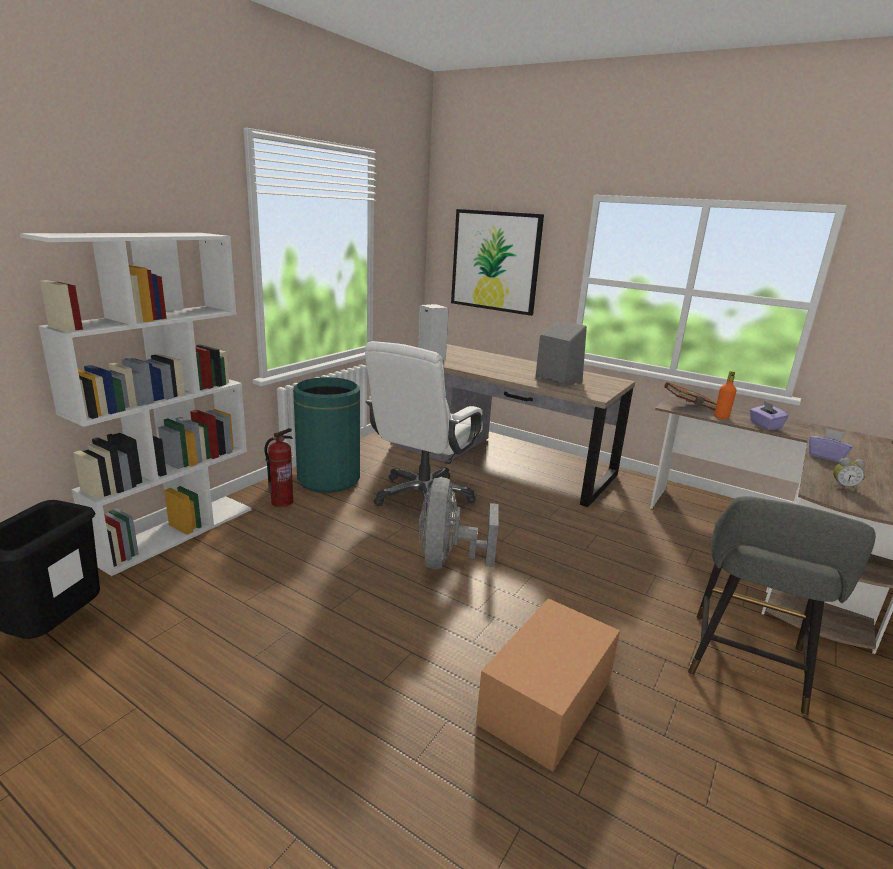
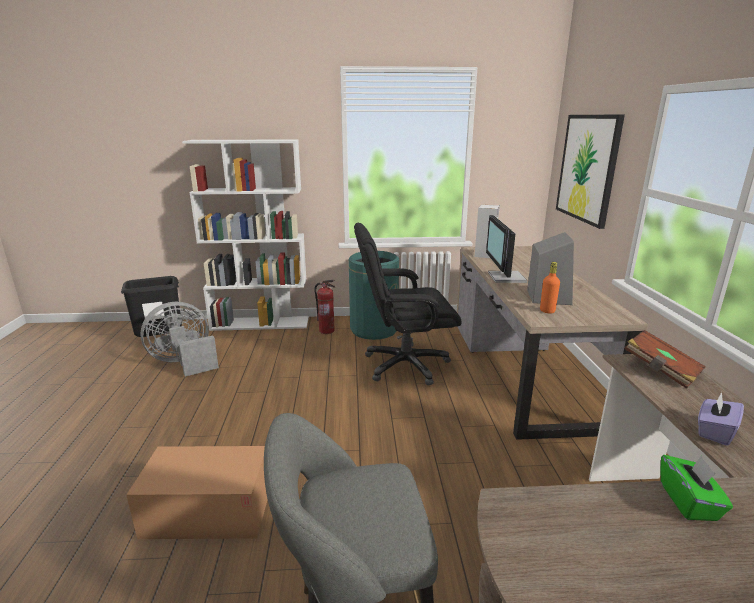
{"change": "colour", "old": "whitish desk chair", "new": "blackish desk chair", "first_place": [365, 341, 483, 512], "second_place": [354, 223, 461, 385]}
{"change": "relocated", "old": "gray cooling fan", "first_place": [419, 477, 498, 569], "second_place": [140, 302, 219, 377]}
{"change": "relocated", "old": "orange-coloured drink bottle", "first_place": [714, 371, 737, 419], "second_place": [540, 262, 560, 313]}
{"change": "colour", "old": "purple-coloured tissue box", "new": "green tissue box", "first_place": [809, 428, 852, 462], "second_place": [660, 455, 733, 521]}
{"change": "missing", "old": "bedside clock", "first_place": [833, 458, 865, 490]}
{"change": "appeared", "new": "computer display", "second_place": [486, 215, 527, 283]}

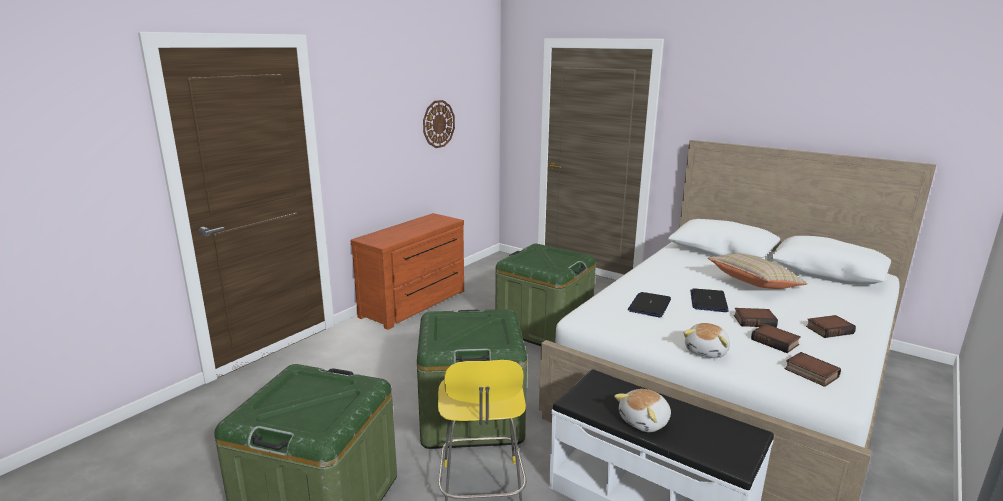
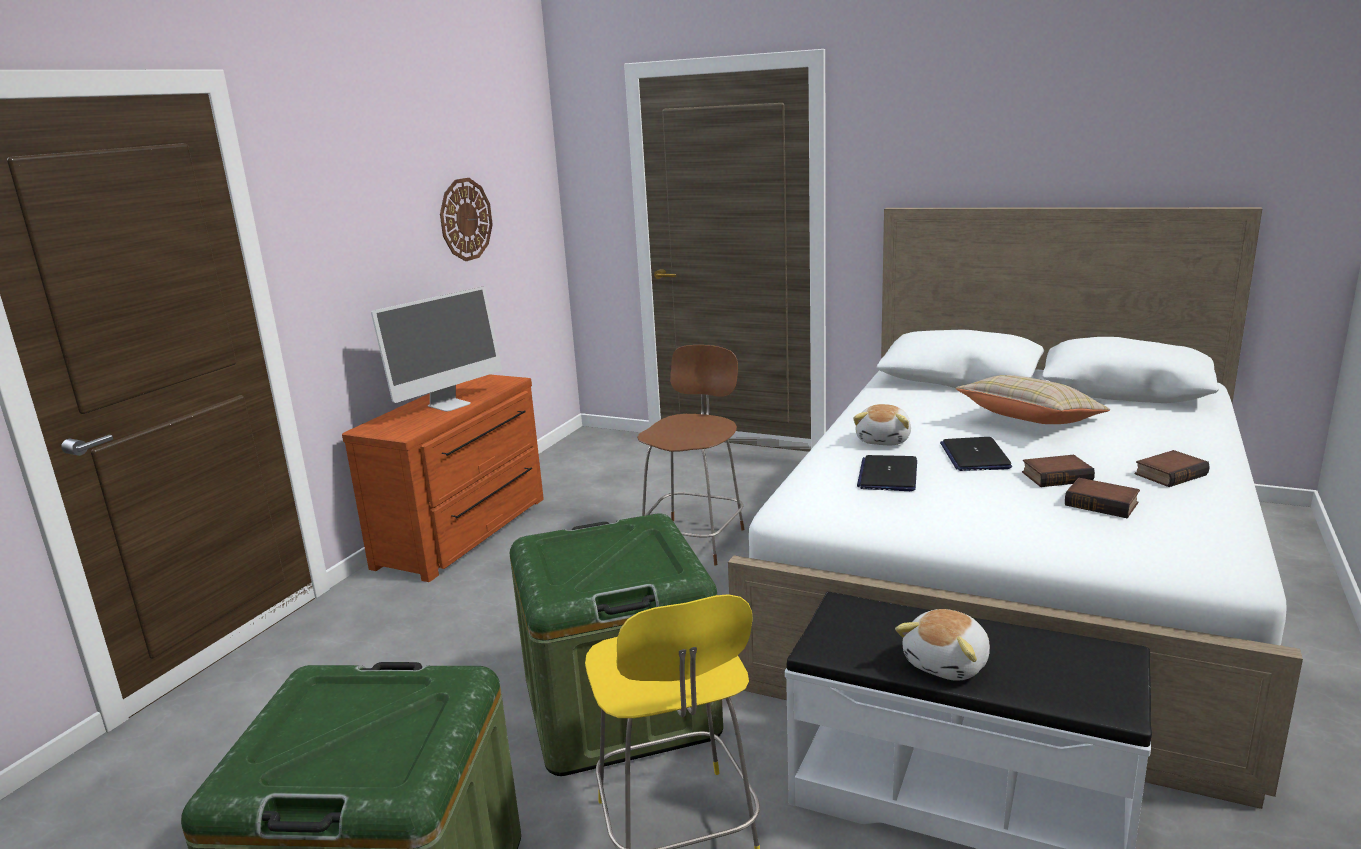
{"change": "exchanged", "old": "green storage bin", "new": "brown-coloured chair", "first_place": [495, 244, 596, 346], "second_place": [637, 345, 744, 566]}
{"change": "relocated", "old": "cuddly toy", "first_place": [683, 323, 730, 358], "second_place": [853, 404, 911, 445]}
{"change": "missing", "old": "bound book", "first_place": [785, 352, 841, 387]}
{"change": "appeared", "new": "computer display", "second_place": [371, 286, 502, 412]}

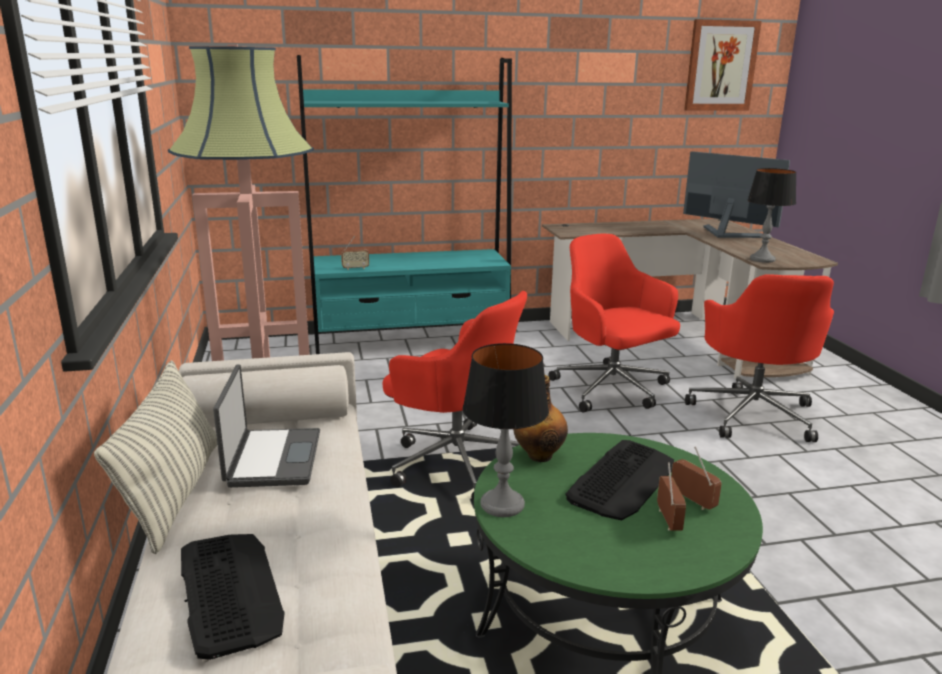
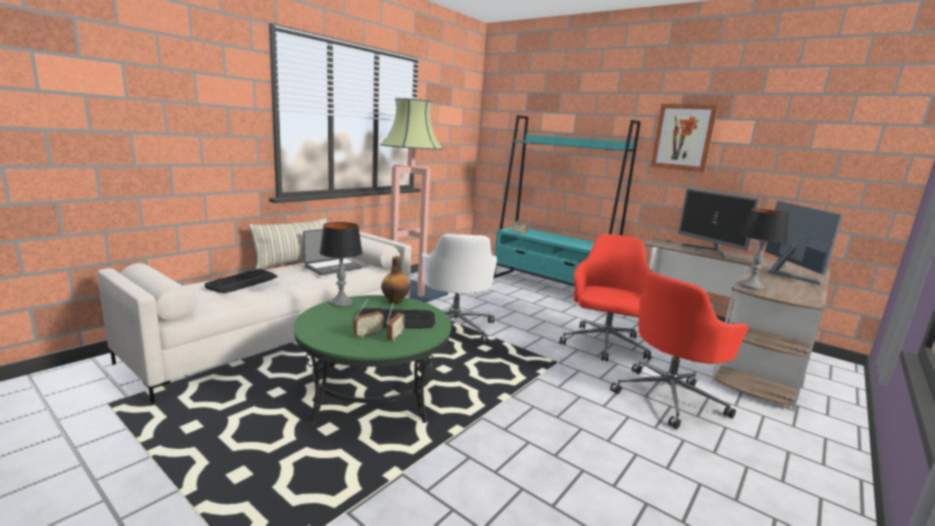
{"change": "colour", "old": "reddish desk chair", "new": "whitish desk chair", "first_place": [383, 291, 527, 501], "second_place": [422, 234, 497, 344]}
{"change": "relocated", "old": "wall picture", "first_place": [684, 19, 761, 111], "second_place": [651, 104, 718, 172]}
{"change": "appeared", "new": "computer display", "second_place": [678, 189, 759, 258]}

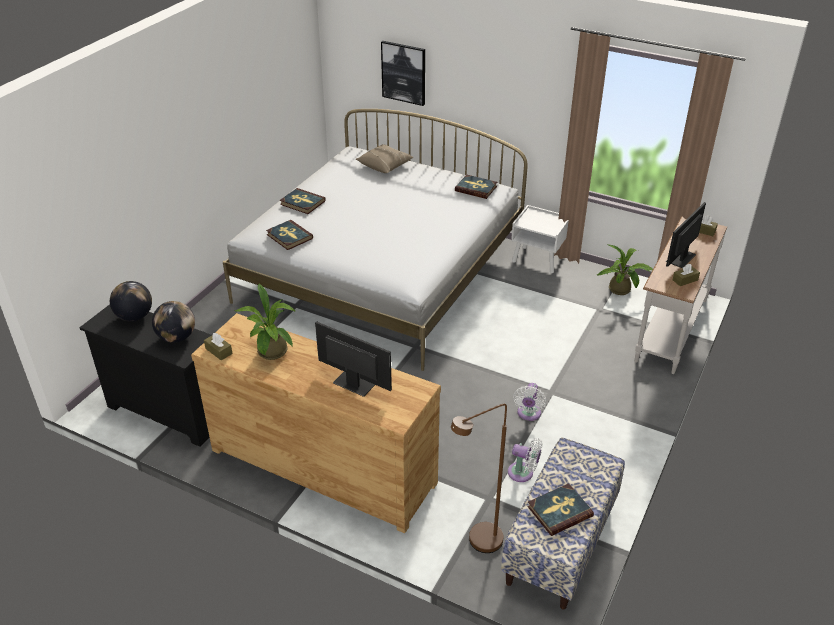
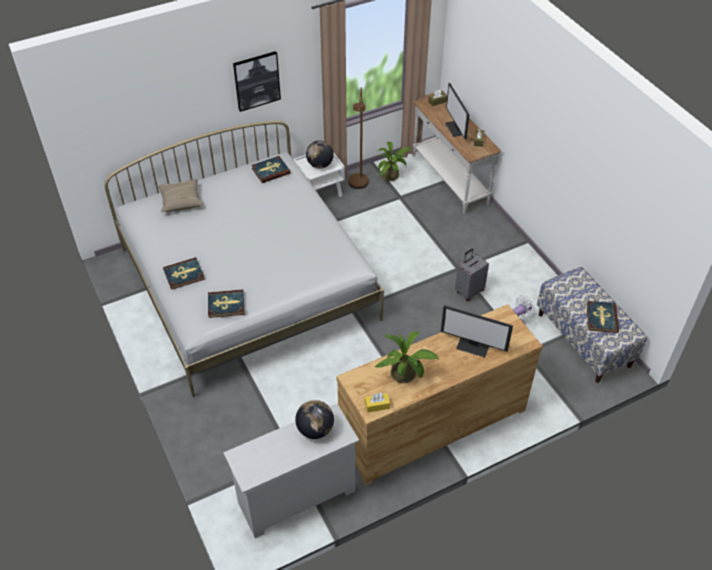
{"change": "colour", "old": "blackish drawer chest", "new": "whitish drawer chest", "first_place": [79, 304, 212, 447], "second_place": [223, 404, 359, 538]}
{"change": "relocated", "old": "desk globe", "first_place": [110, 281, 152, 321], "second_place": [306, 140, 334, 168]}
{"change": "colour", "old": "brown-coloured tissue box", "new": "yellowish tissue box", "first_place": [204, 333, 233, 360], "second_place": [365, 393, 390, 412]}
{"change": "spun", "old": "computer display", "first_place": [315, 321, 392, 397], "second_place": [441, 305, 513, 358], "degrees": -135}
{"change": "relocated", "old": "wall picture", "first_place": [381, 41, 425, 106], "second_place": [233, 51, 281, 112]}
{"change": "relocated", "old": "brown-coloured standing lamp", "first_place": [451, 404, 507, 553], "second_place": [348, 87, 368, 189]}
{"change": "exchanged", "old": "whitish cooling fan", "new": "gray travel case", "first_place": [513, 383, 546, 421], "second_place": [455, 249, 489, 301]}

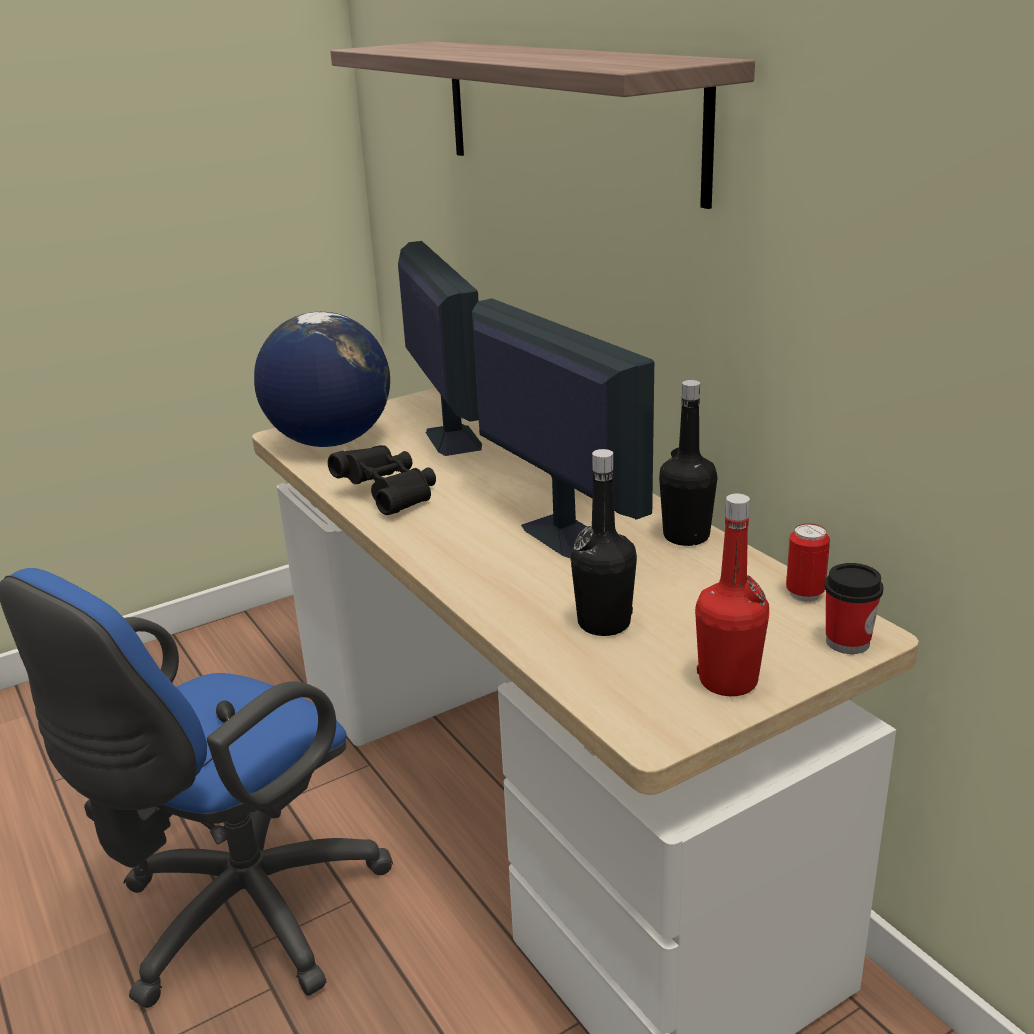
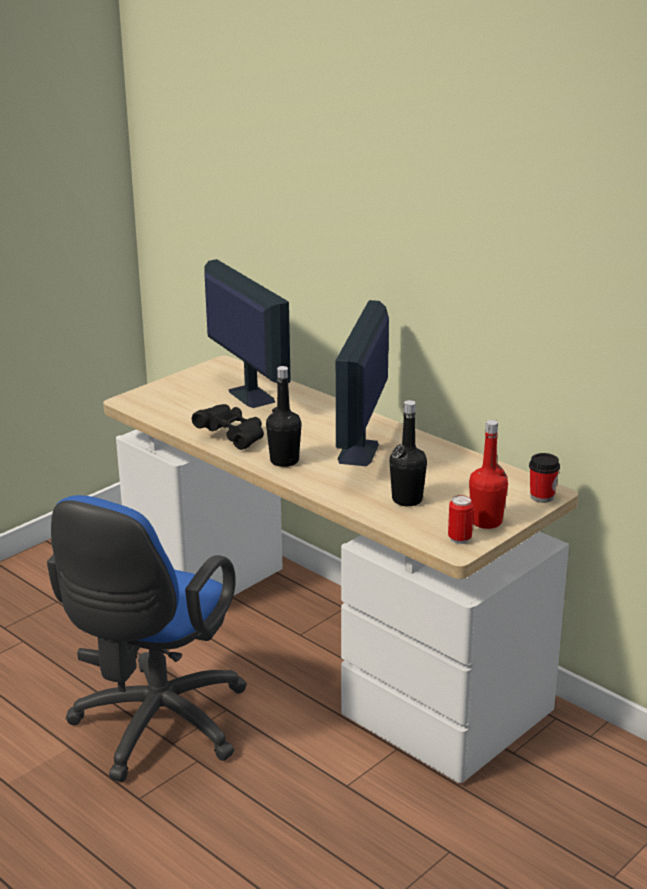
{"change": "missing", "old": "desk globe", "first_place": [254, 312, 390, 447]}
{"change": "missing", "old": "bracket shelf", "first_place": [330, 42, 755, 209]}
{"change": "spun", "old": "computer display", "first_place": [472, 298, 654, 558], "second_place": [336, 300, 389, 466], "degrees": -120}
{"change": "relocated", "old": "blackish drink bottle", "first_place": [659, 380, 717, 546], "second_place": [266, 366, 302, 467]}
{"change": "relocated", "old": "metal can", "first_place": [786, 523, 830, 602], "second_place": [448, 495, 474, 544]}

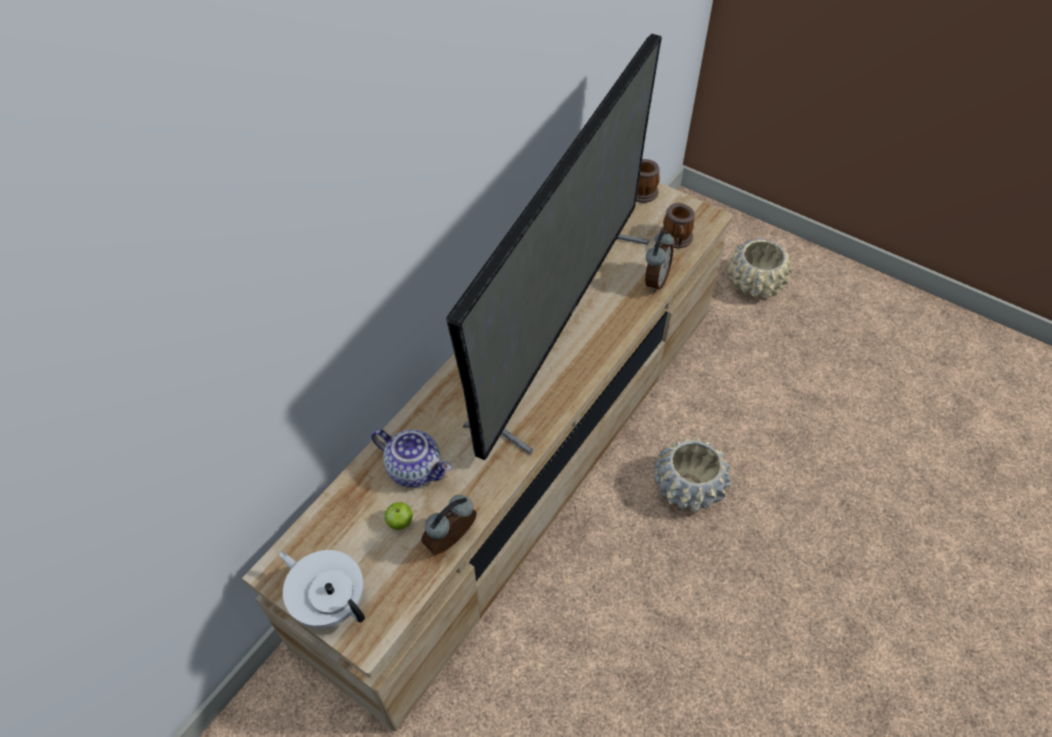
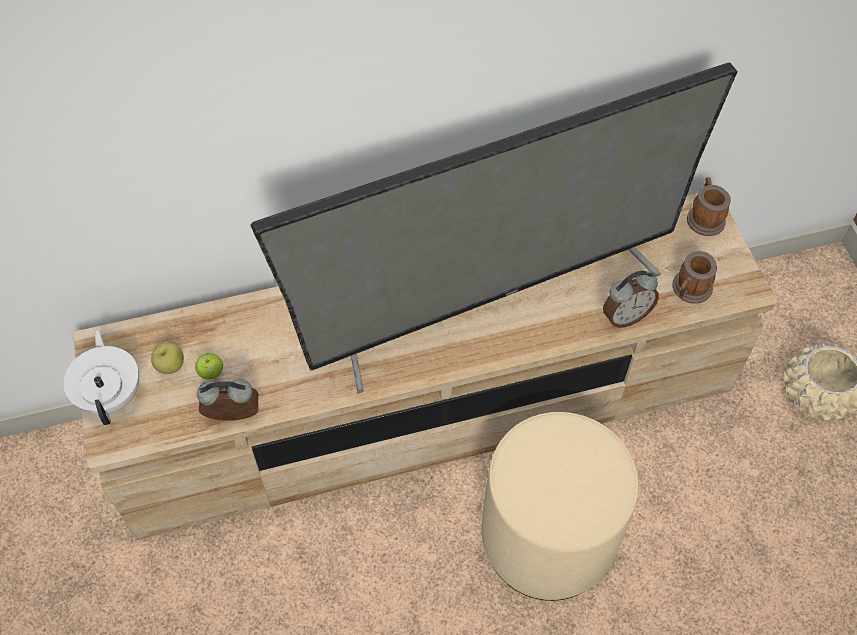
{"change": "missing", "old": "pot for tea", "first_place": [371, 429, 451, 487]}
{"change": "exchanged", "old": "beige-coloured plant pot", "new": "beige-coloured ottoman", "first_place": [655, 438, 731, 512], "second_place": [482, 412, 638, 601]}
{"change": "appeared", "new": "apple", "second_place": [151, 342, 184, 374]}

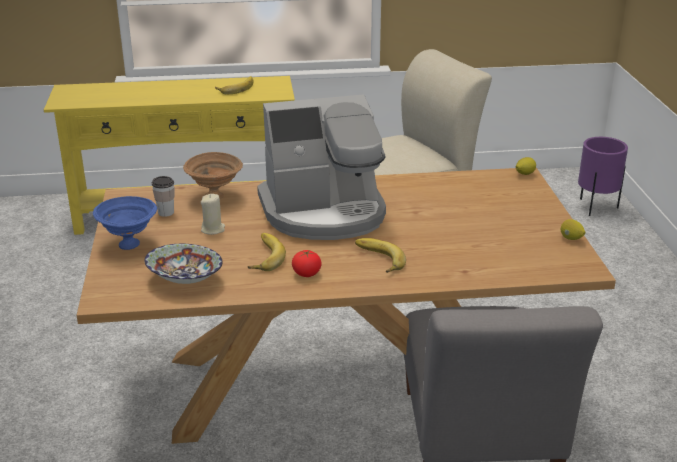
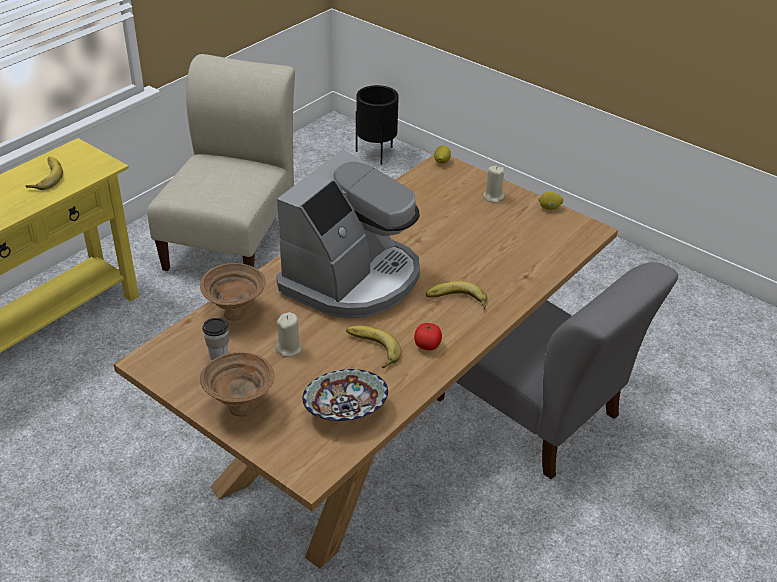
{"change": "colour", "old": "bluish serving bowl", "new": "brown-coloured serving bowl", "first_place": [93, 196, 157, 250], "second_place": [200, 352, 274, 417]}
{"change": "colour", "old": "purple-coloured plant pot", "new": "blackish plant pot", "first_place": [578, 137, 628, 216], "second_place": [356, 85, 399, 165]}
{"change": "appeared", "new": "beige-coloured wax candle", "second_place": [483, 165, 504, 203]}

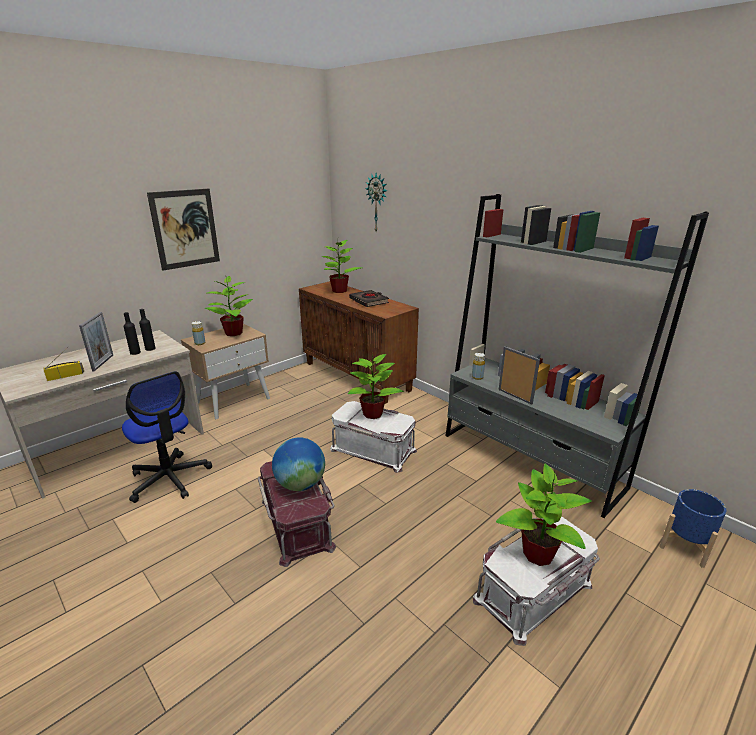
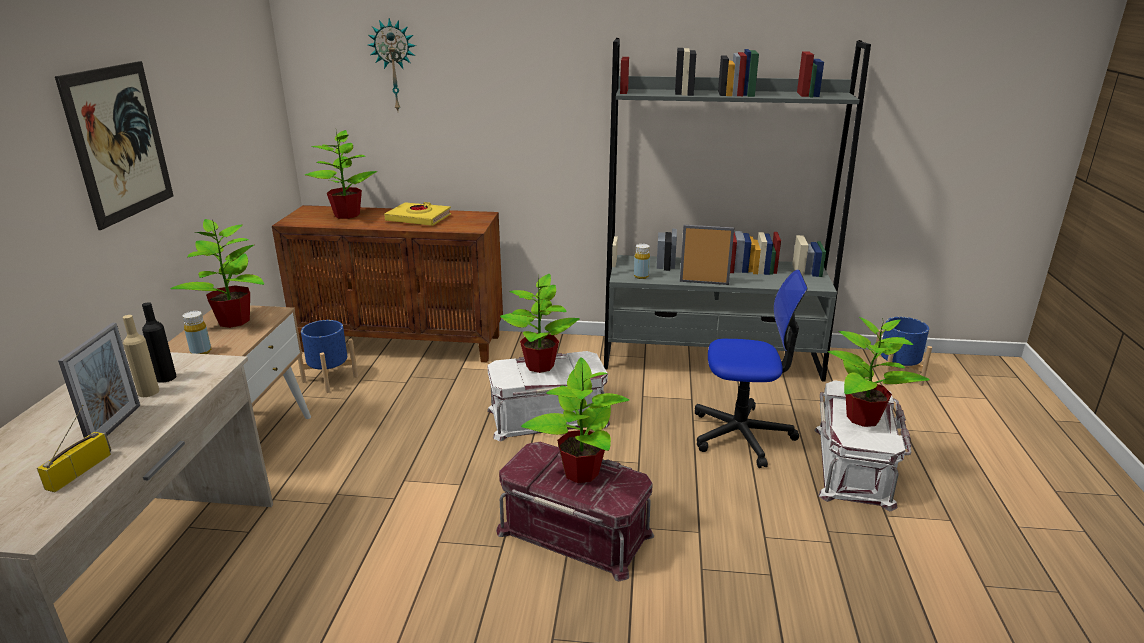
{"change": "spun", "old": "photo frame", "first_place": [79, 312, 113, 371], "second_place": [58, 323, 140, 438], "degrees": 45}
{"change": "relocated", "old": "desk chair", "first_place": [122, 371, 212, 503], "second_place": [695, 270, 808, 468]}
{"change": "colour", "old": "blackish drink bottle", "new": "beige-coloured drink bottle", "first_place": [123, 312, 141, 355], "second_place": [123, 315, 159, 397]}
{"change": "exchanged", "old": "desk globe", "new": "potted plant", "first_place": [272, 437, 325, 491], "second_place": [521, 357, 629, 483]}
{"change": "colour", "old": "blackish bound book", "new": "yellowish bound book", "first_place": [349, 290, 389, 307], "second_place": [384, 202, 451, 226]}
{"change": "appeared", "new": "bluish plant pot", "second_place": [298, 320, 358, 393]}

